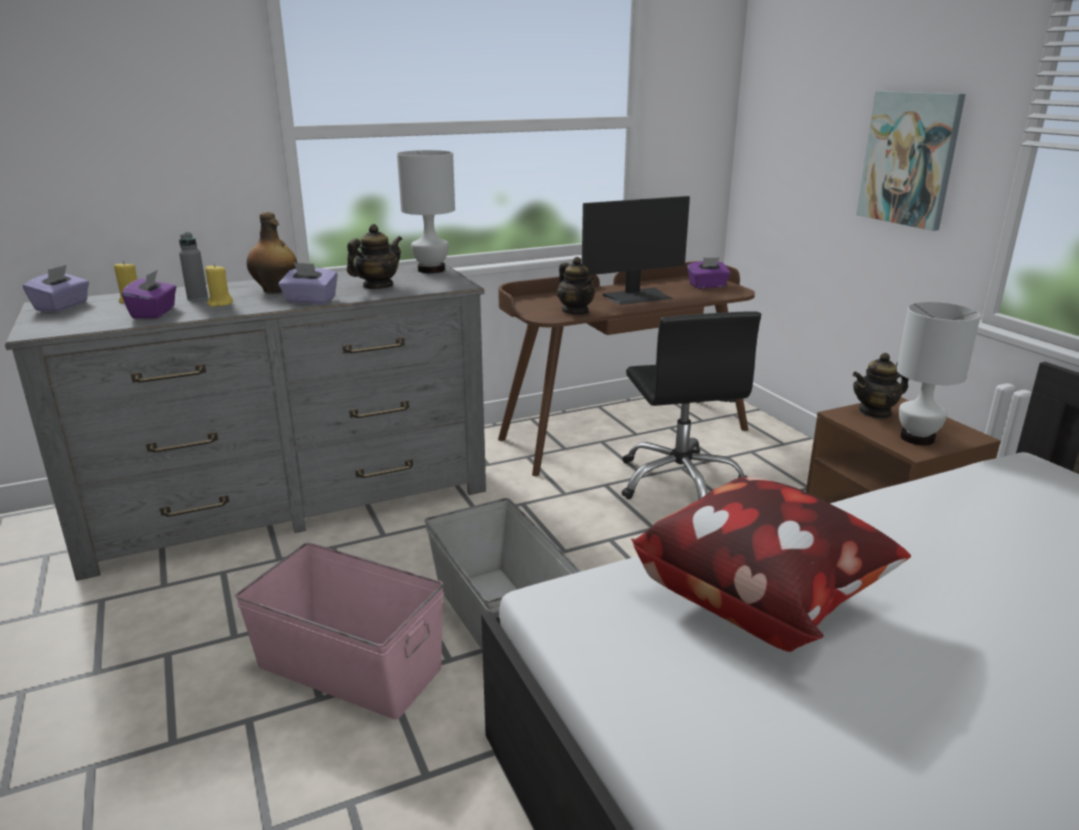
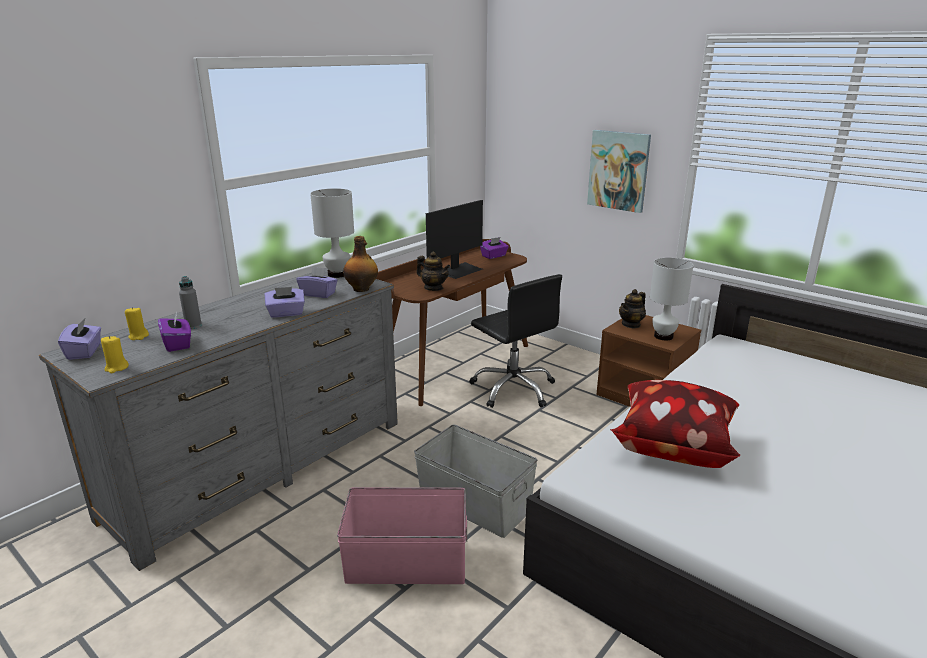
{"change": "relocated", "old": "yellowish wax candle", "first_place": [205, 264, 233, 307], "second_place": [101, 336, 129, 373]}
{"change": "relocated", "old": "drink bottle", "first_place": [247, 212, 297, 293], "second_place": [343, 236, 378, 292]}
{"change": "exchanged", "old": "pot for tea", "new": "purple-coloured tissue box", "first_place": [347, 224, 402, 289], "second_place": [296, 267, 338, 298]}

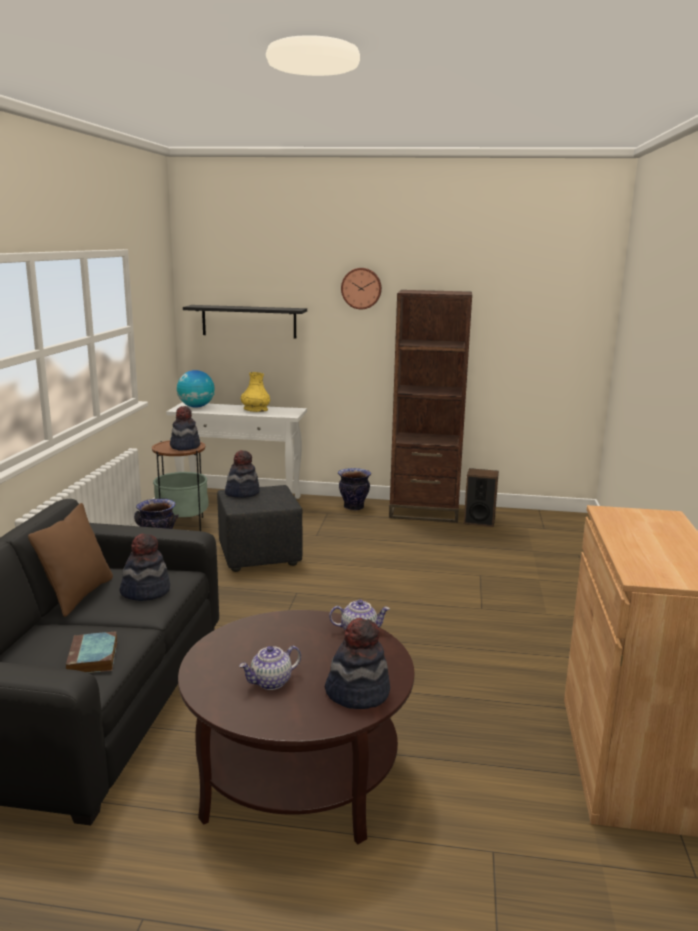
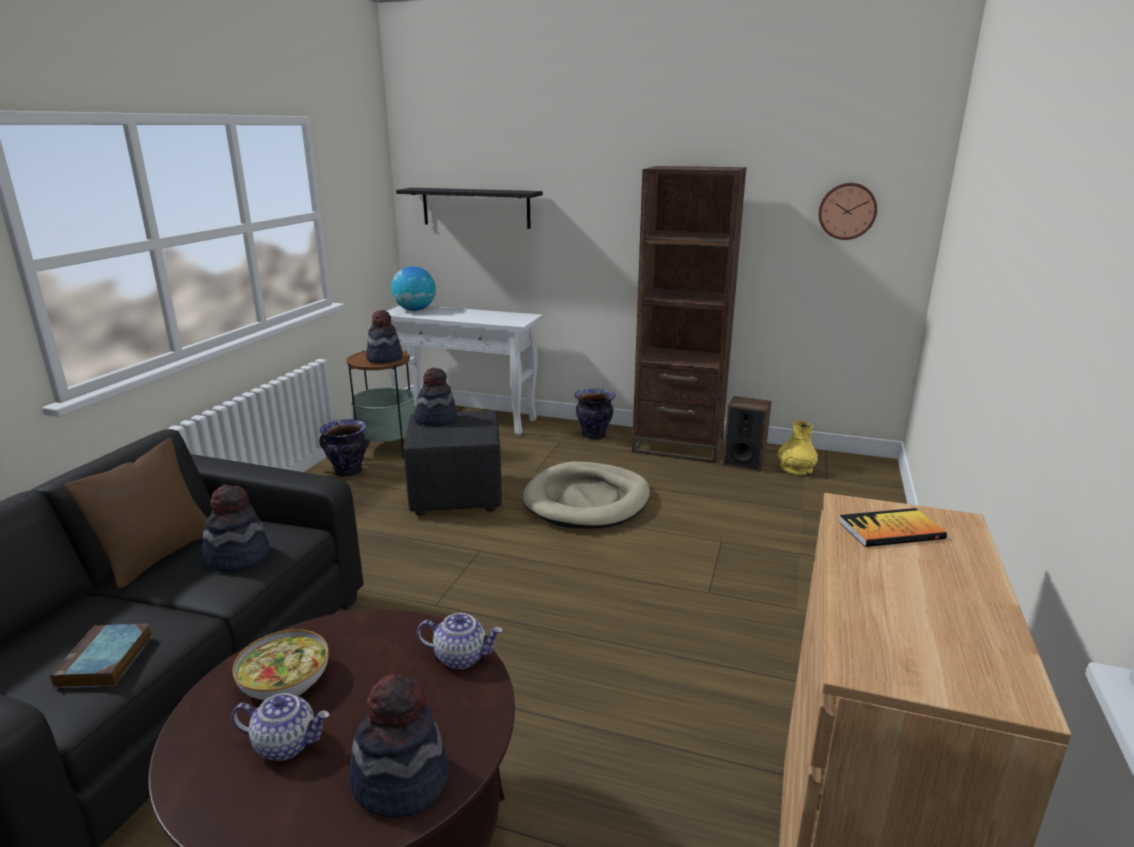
{"change": "spun", "old": "pot for tea", "first_place": [239, 646, 301, 690], "second_place": [232, 693, 330, 761], "degrees": -150}
{"change": "relocated", "old": "yellowish flower vase", "first_place": [241, 372, 270, 412], "second_place": [778, 421, 818, 475]}
{"change": "relocated", "old": "hanging clock", "first_place": [341, 268, 382, 309], "second_place": [819, 183, 877, 240]}
{"change": "appeared", "new": "serving bowl", "second_place": [233, 629, 329, 700]}
{"change": "appeared", "new": "beige-coloured dog cushion", "second_place": [523, 461, 650, 529]}
{"change": "appeared", "new": "bound book", "second_place": [839, 508, 947, 547]}

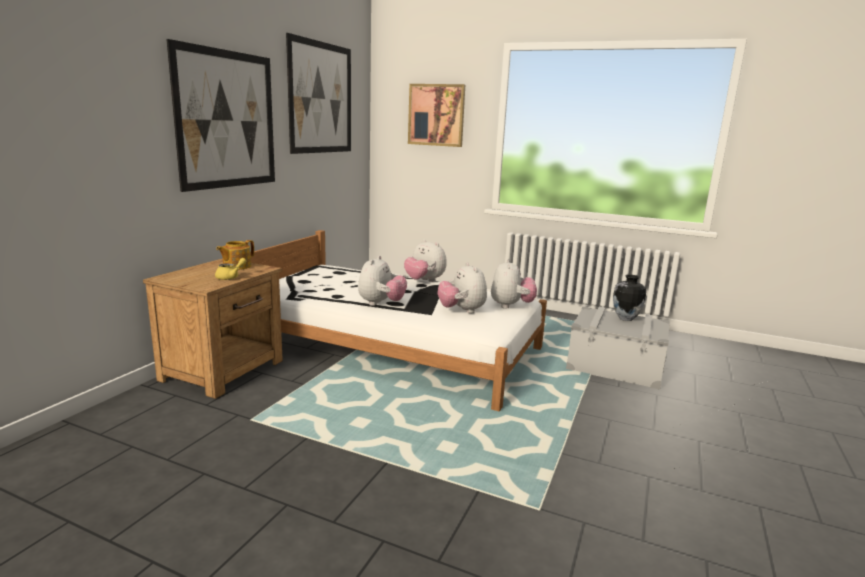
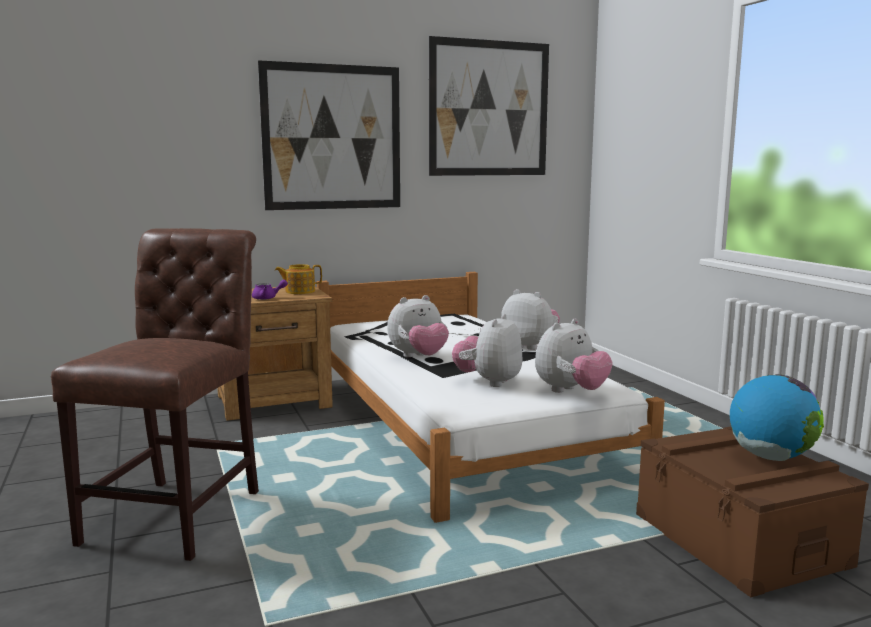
{"change": "colour", "old": "yellowish pot for tea", "new": "purple-coloured pot for tea", "first_place": [215, 258, 246, 280], "second_place": [252, 280, 288, 300]}
{"change": "spun", "old": "cuddly toy", "first_place": [404, 239, 447, 282], "second_place": [501, 289, 560, 350], "degrees": 135}
{"change": "missing", "old": "wall picture", "first_place": [408, 84, 465, 147]}
{"change": "colour", "old": "gray storage bin", "new": "brown-coloured storage bin", "first_place": [566, 307, 670, 390], "second_place": [636, 427, 869, 597]}
{"change": "exchanged", "old": "flower vase", "new": "desk globe", "first_place": [613, 275, 646, 321], "second_place": [730, 374, 824, 461]}
{"change": "appeared", "new": "brown-coloured chair", "second_place": [51, 228, 259, 561]}

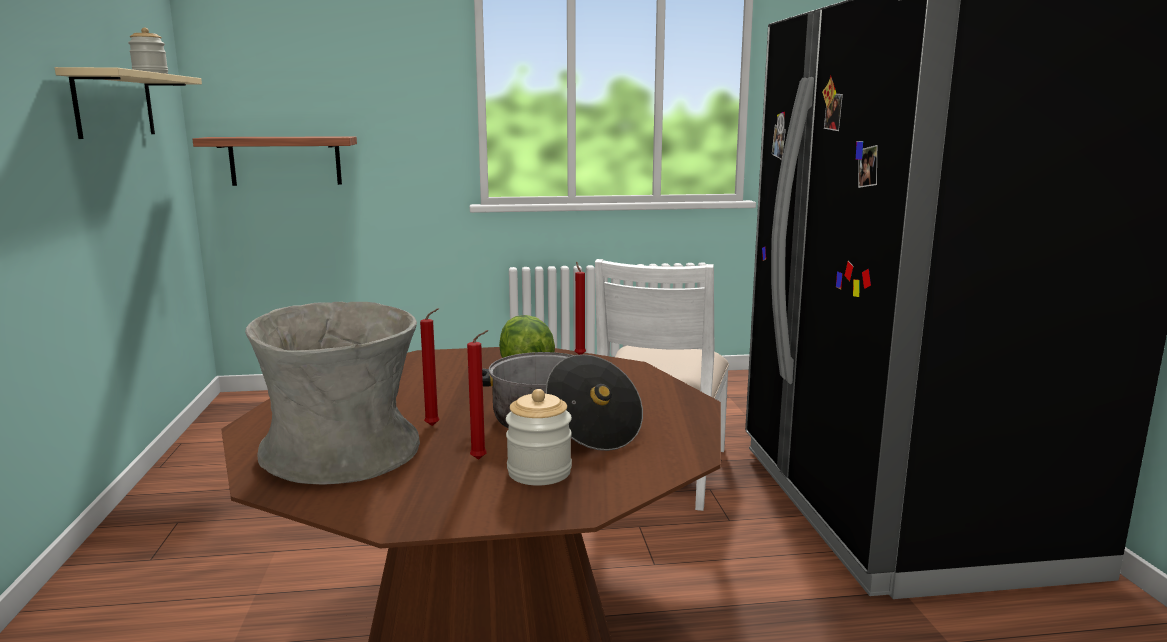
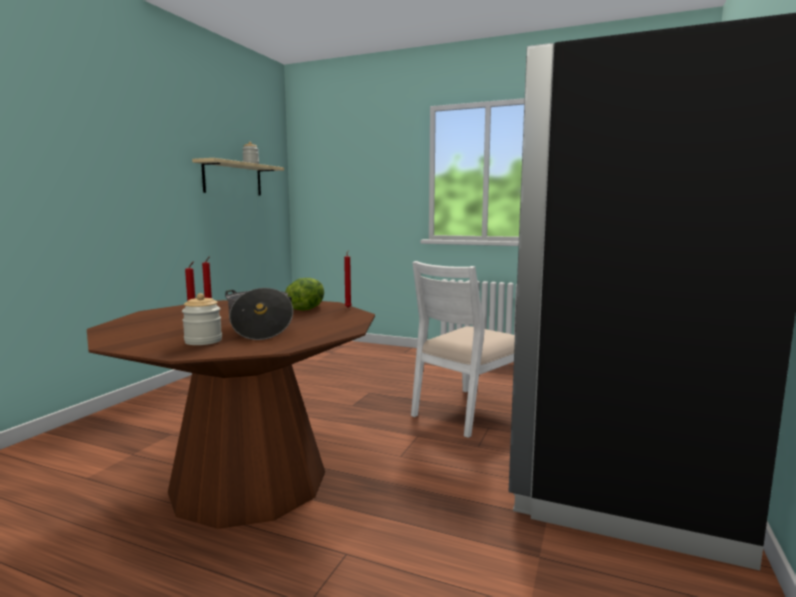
{"change": "missing", "old": "bracket shelf", "first_place": [193, 136, 357, 186]}
{"change": "missing", "old": "gray flower vase", "first_place": [245, 302, 420, 484]}

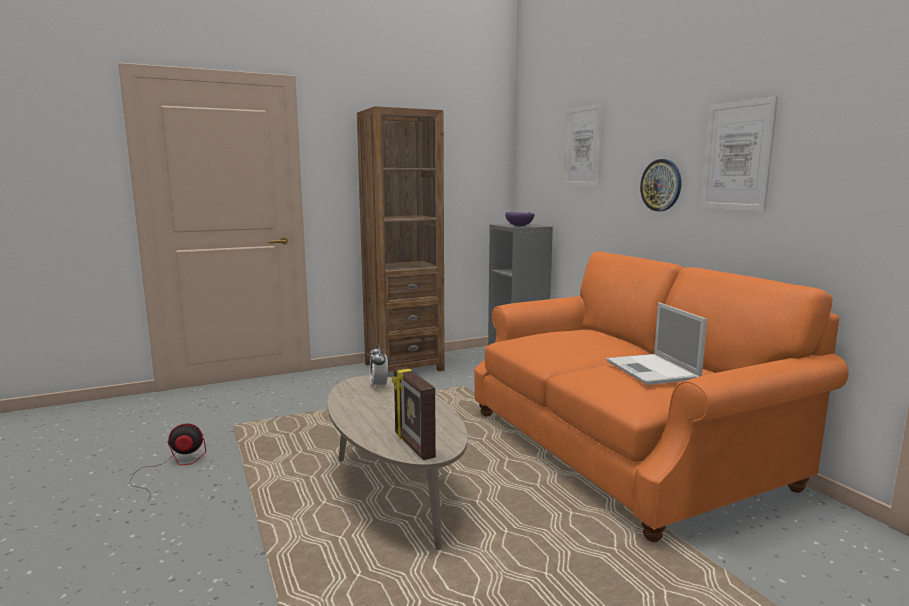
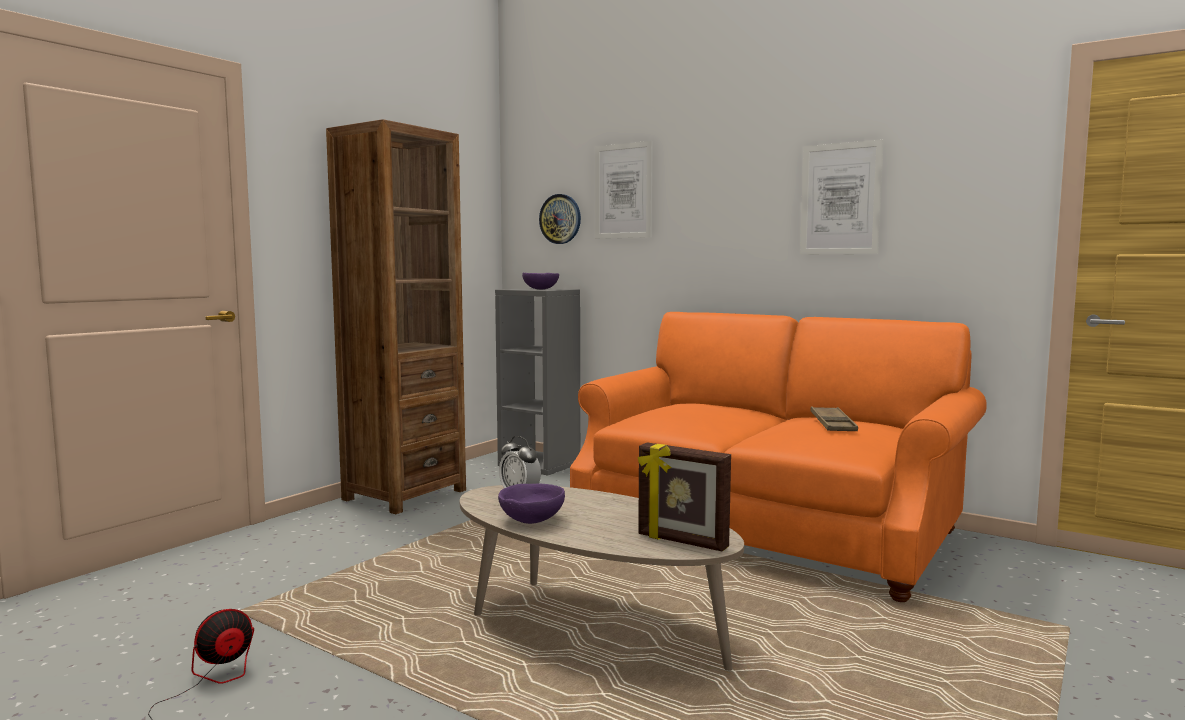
{"change": "exchanged", "old": "notebook computer", "new": "brown-coloured serving tray", "first_place": [606, 302, 707, 385], "second_place": [811, 406, 858, 431]}
{"change": "relocated", "old": "hanging clock", "first_place": [640, 159, 681, 211], "second_place": [539, 194, 581, 244]}
{"change": "appeared", "new": "purple-coloured serving bowl", "second_place": [498, 483, 565, 524]}

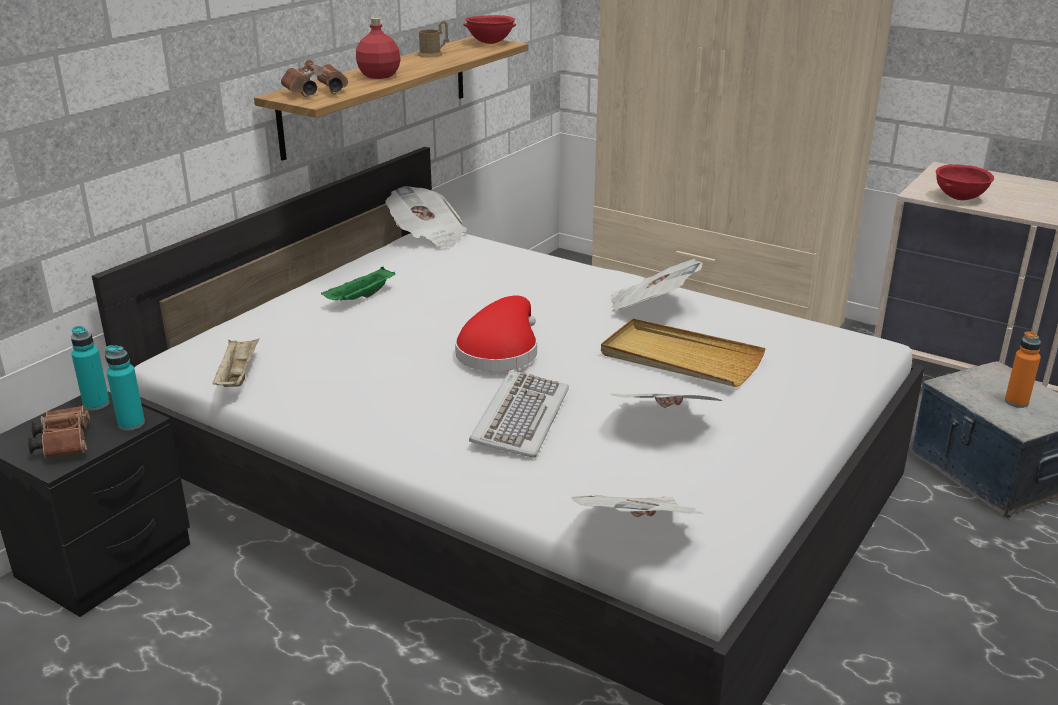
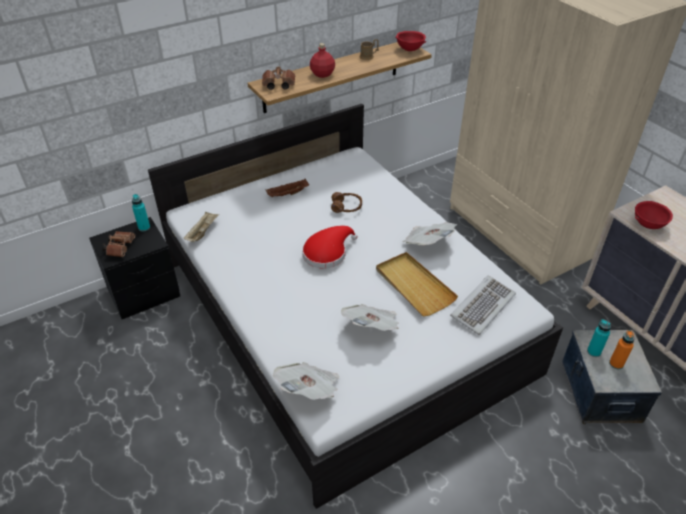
{"change": "relocated", "old": "turquoise drink bottle", "first_place": [105, 345, 145, 431], "second_place": [587, 319, 611, 357]}
{"change": "colour", "old": "green serving tray", "new": "brown-coloured serving tray", "first_place": [321, 267, 395, 301], "second_place": [266, 179, 309, 197]}
{"change": "missing", "old": "printed paper", "first_place": [385, 186, 467, 249]}
{"change": "relocated", "old": "keyboard", "first_place": [469, 370, 569, 458], "second_place": [450, 275, 516, 335]}
{"change": "appeared", "new": "brown-coloured headset", "second_place": [331, 192, 362, 213]}

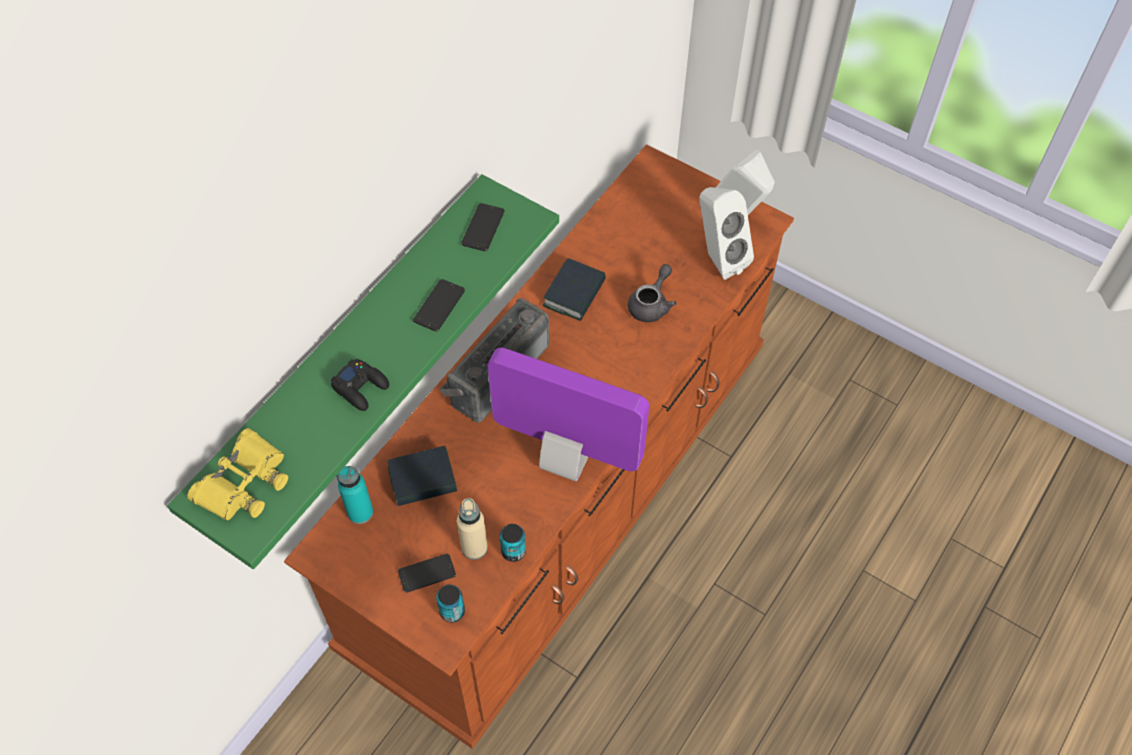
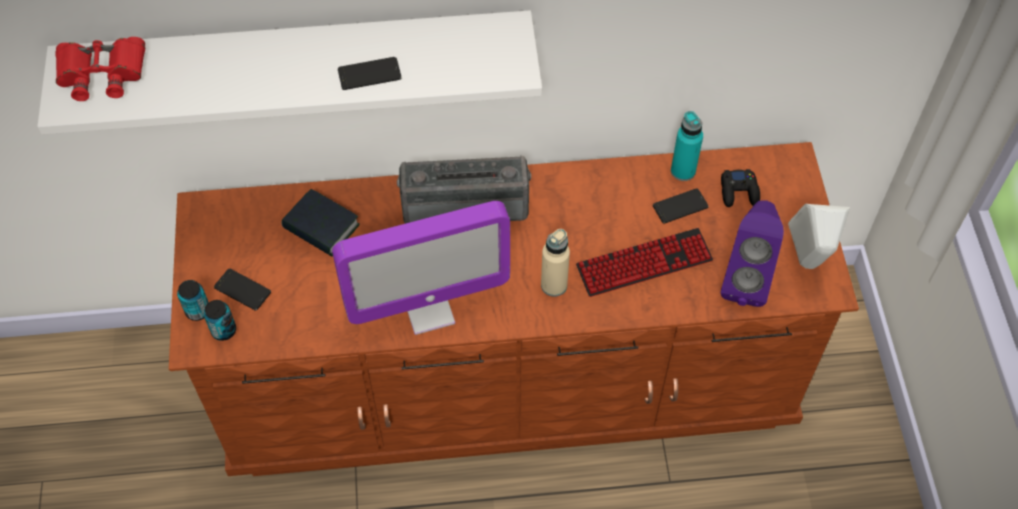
{"change": "colour", "old": "green bracket shelf", "new": "whitish bracket shelf", "first_place": [167, 174, 559, 569], "second_place": [37, 10, 542, 135]}
{"change": "colour", "old": "yellowish pair of binoculars", "new": "reddish pair of binoculars", "first_place": [187, 428, 288, 520], "second_place": [55, 37, 145, 101]}
{"change": "relocated", "old": "blackish gamepad", "first_place": [331, 359, 389, 411], "second_place": [721, 169, 760, 207]}
{"change": "relocated", "old": "turquoise drink bottle", "first_place": [337, 466, 373, 524], "second_place": [671, 111, 703, 181]}
{"change": "relocated", "old": "beige-coloured drink bottle", "first_place": [457, 498, 488, 560], "second_place": [541, 229, 570, 297]}
{"change": "relocated", "old": "phone", "first_place": [461, 203, 505, 251], "second_place": [653, 188, 709, 224]}
{"change": "spun", "old": "computer display", "first_place": [488, 348, 649, 481], "second_place": [332, 201, 510, 335], "degrees": 90}
{"change": "relocated", "old": "metal can", "first_place": [500, 524, 526, 562], "second_place": [177, 280, 209, 321]}
{"change": "missing", "old": "bound book", "first_place": [542, 258, 606, 321]}
{"change": "exchanged", "old": "gray pot for tea", "new": "keyboard", "first_place": [628, 264, 677, 322], "second_place": [576, 228, 713, 297]}
{"change": "colour", "old": "whitish loudspeaker", "new": "purple-coloured loudspeaker", "first_place": [699, 187, 754, 280], "second_place": [721, 200, 784, 307]}

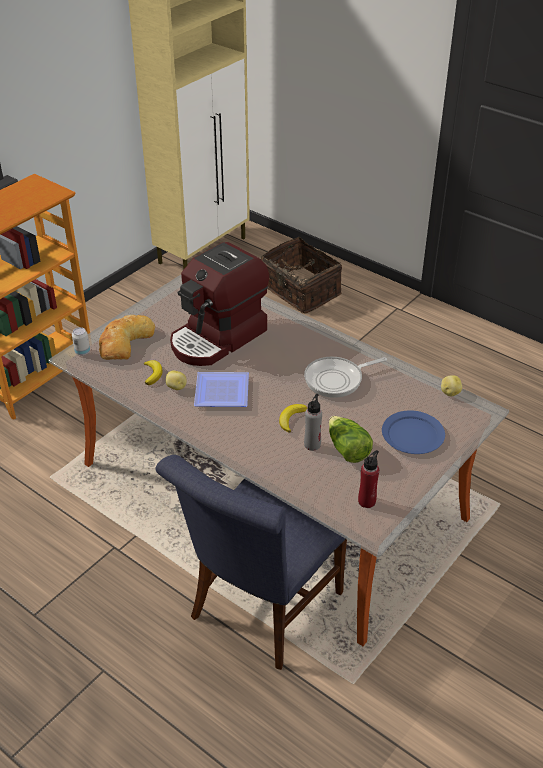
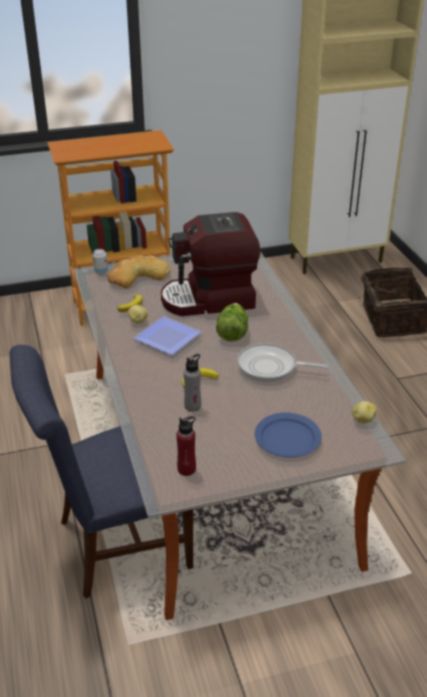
{"change": "relocated", "old": "lettuce", "first_place": [329, 416, 373, 463], "second_place": [216, 303, 248, 341]}

